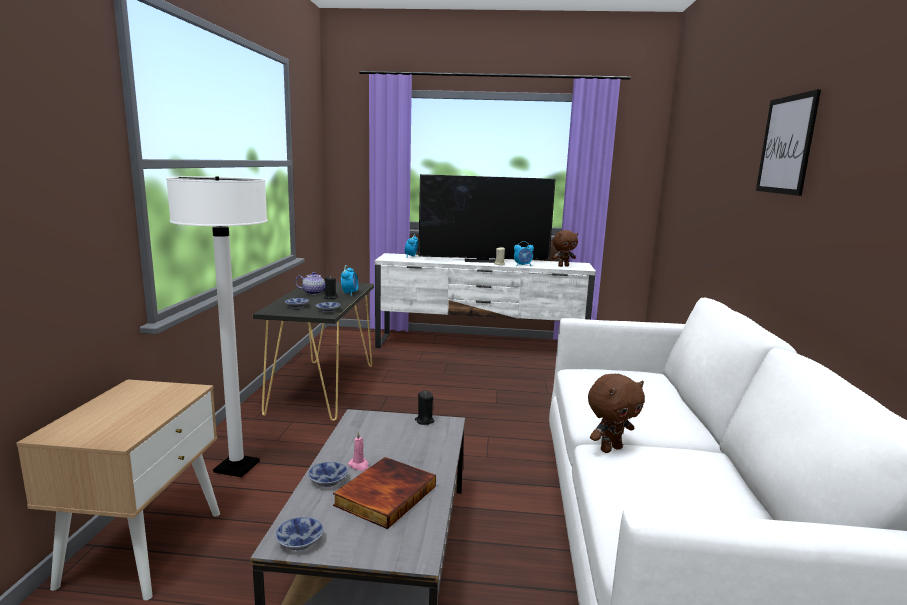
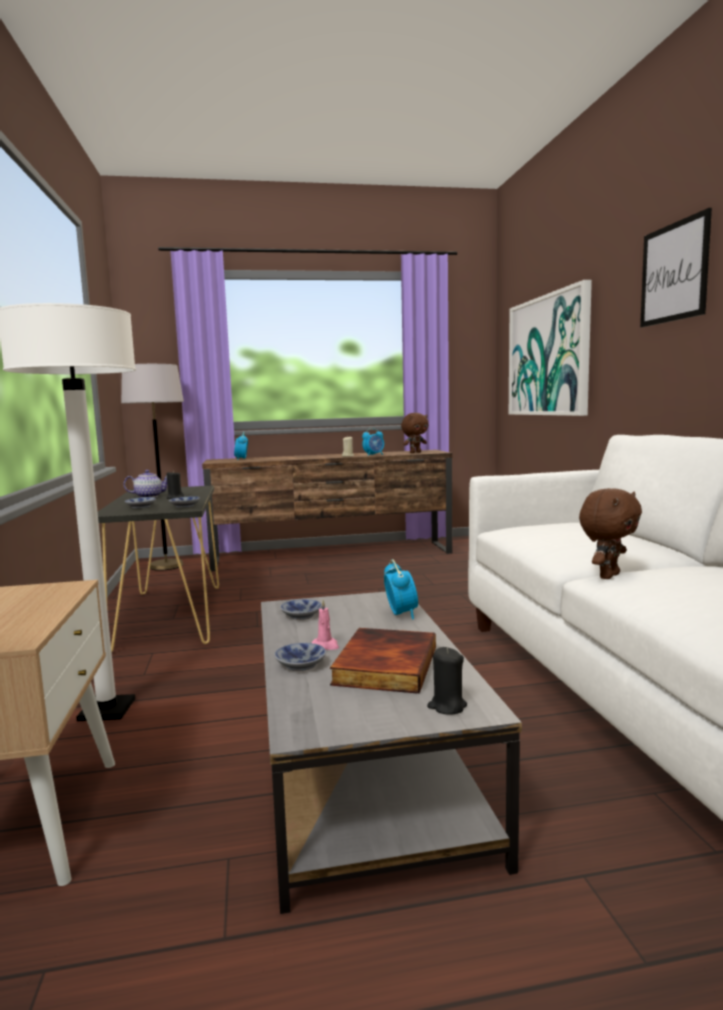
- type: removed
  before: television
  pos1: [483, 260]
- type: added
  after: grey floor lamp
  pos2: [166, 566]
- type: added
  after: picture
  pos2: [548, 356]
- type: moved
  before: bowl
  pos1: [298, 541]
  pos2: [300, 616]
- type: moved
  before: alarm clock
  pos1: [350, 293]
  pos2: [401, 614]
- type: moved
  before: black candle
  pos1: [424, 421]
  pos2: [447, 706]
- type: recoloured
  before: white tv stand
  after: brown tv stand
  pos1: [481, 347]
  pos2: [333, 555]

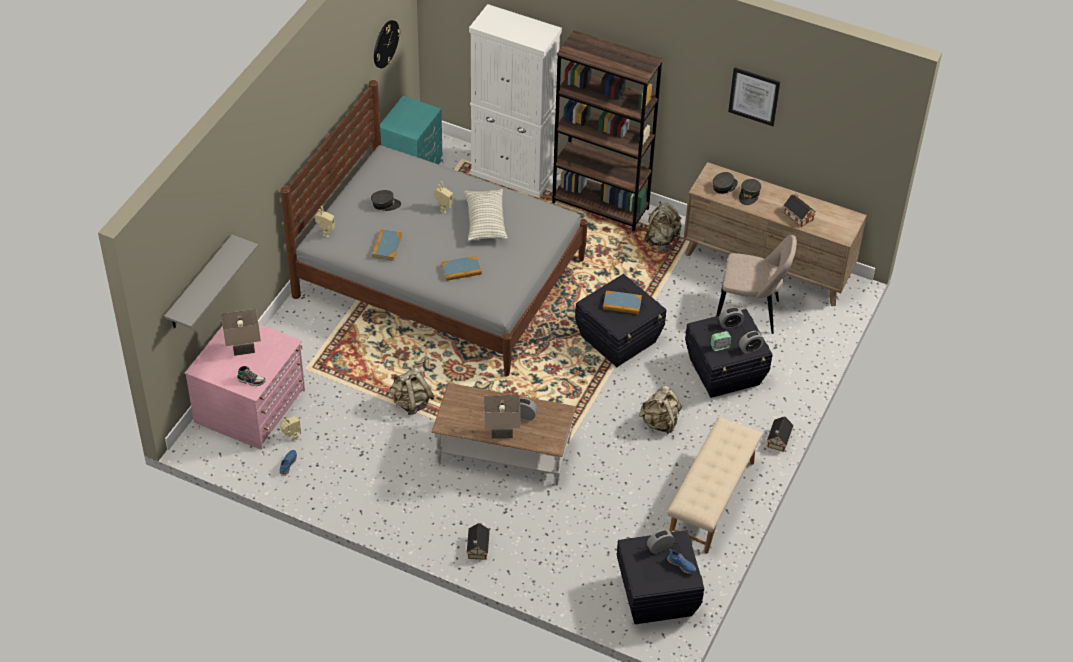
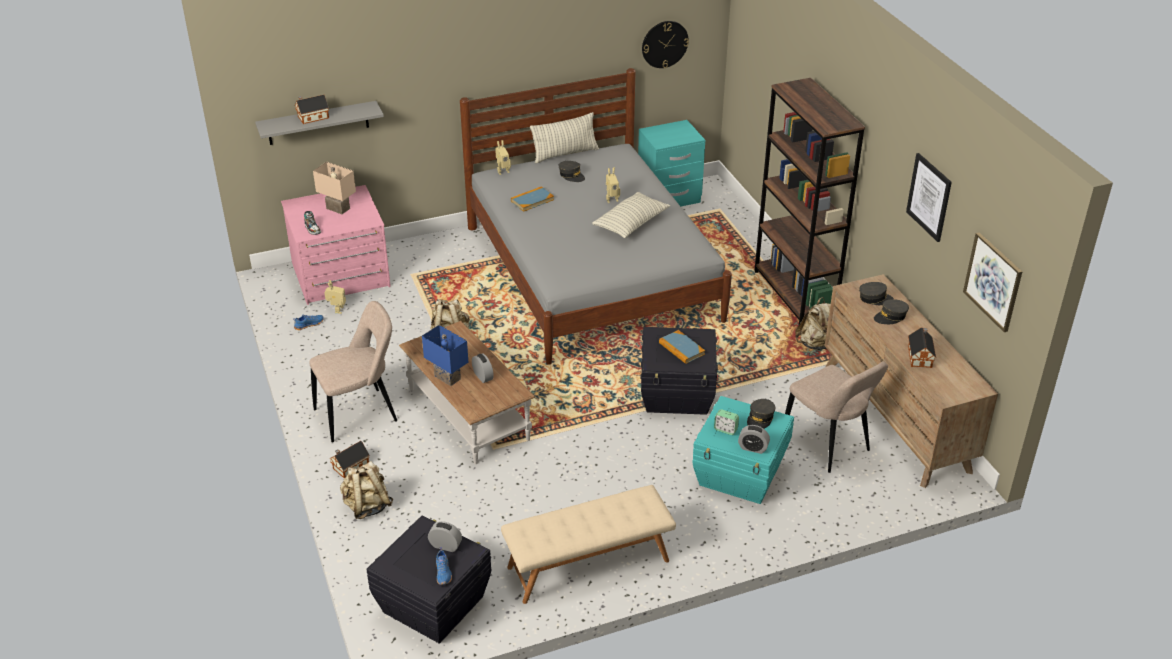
- type: removed
  before: book
  pos1: [461, 270]
- type: removed
  before: white cabinet
  pos1: [513, 175]
- type: added
  after: beige chair
  pos2: [360, 414]
- type: added
  after: pillow
  pos2: [565, 154]
- type: added
  after: picture
  pos2: [993, 281]
- type: moved
  before: beige backpack
  pos1: [659, 422]
  pos2: [367, 506]
- type: moved
  before: toy house
  pos1: [778, 440]
  pos2: [312, 117]
- type: replaced
  before: alarm clock
  after: grey cap
  pos1: [730, 324]
  pos2: [760, 419]
- type: recoloured
  before: beige table lamp
  after: blue table lamp
  pos1: [501, 434]
  pos2: [446, 378]
- type: recoloured
  before: black storage box
  after: turquoise storage box
  pos1: [725, 372]
  pos2: [740, 474]

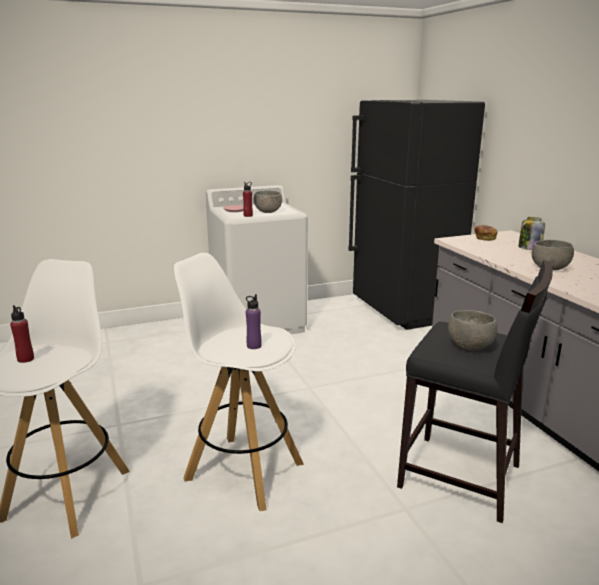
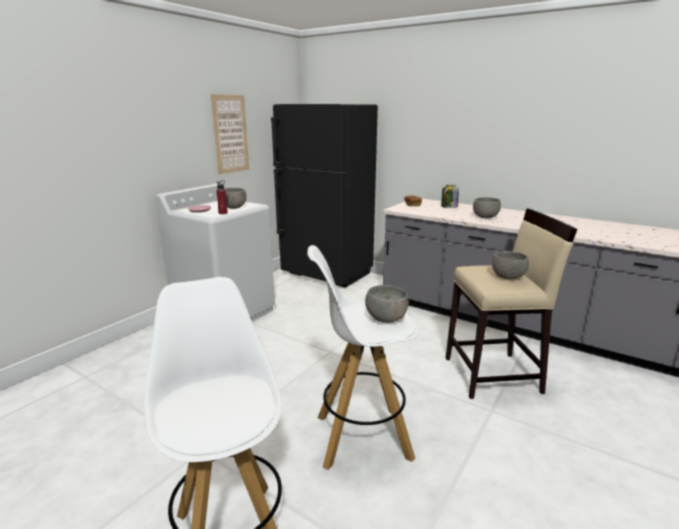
- type: removed
  before: red bottle
  pos1: [25, 359]
- type: added
  after: picture
  pos2: [230, 134]
- type: replaced
  before: purple bottle
  after: grey bowl
  pos1: [254, 346]
  pos2: [386, 319]
- type: recoloured
  before: black stool
  after: beige stool
  pos1: [461, 477]
  pos2: [493, 375]

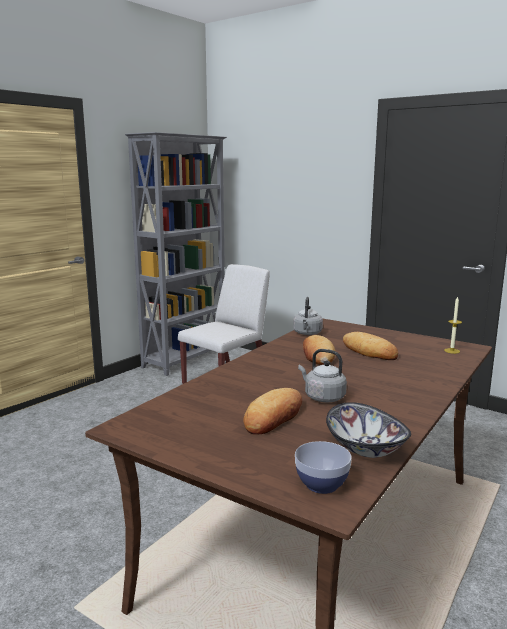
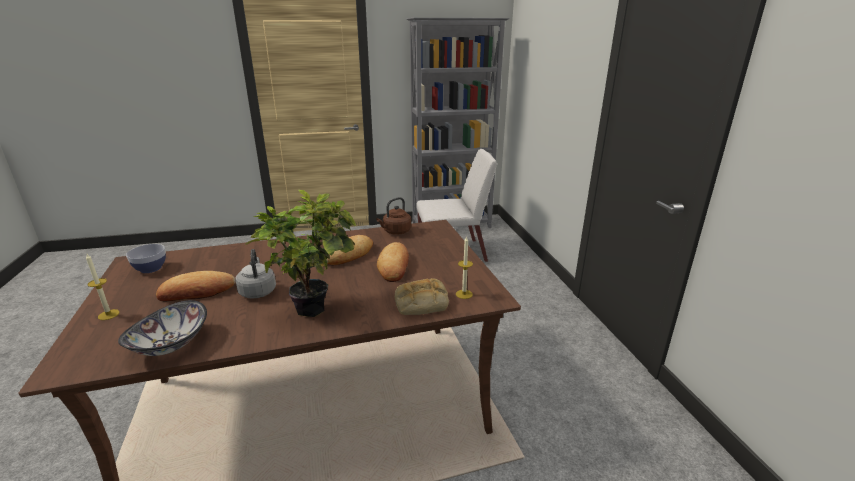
- type: added
  after: candle
  pos2: [108, 314]
- type: added
  after: potted plant
  pos2: [314, 306]
- type: added
  after: bread
  pos2: [420, 303]
- type: moved
  before: bowl
  pos1: [321, 484]
  pos2: [151, 268]
- type: recoloured
  before: grey kettle
  after: brown kettle
  pos1: [307, 333]
  pos2: [395, 232]

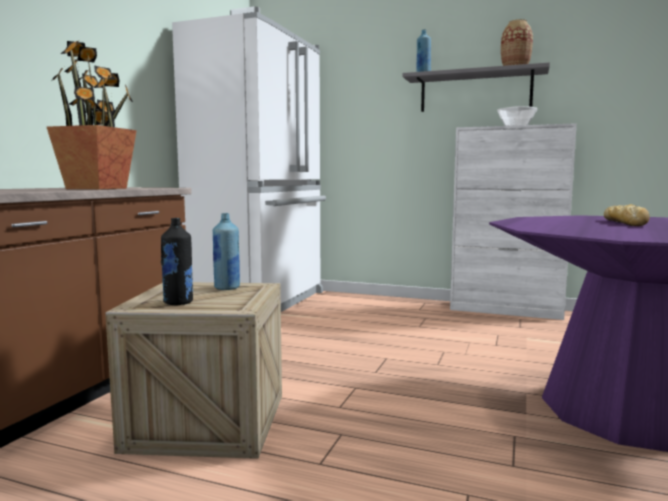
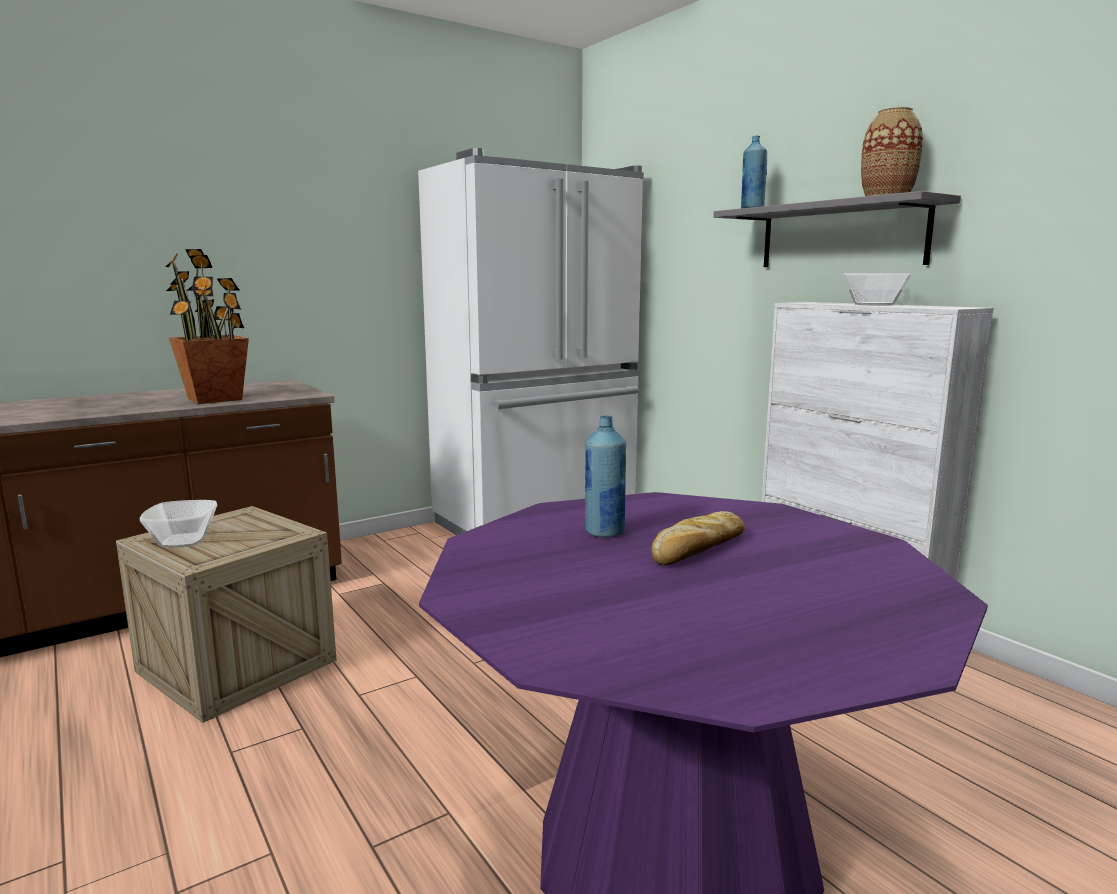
- type: moved
  before: blue bottle
  pos1: [227, 288]
  pos2: [604, 532]
- type: replaced
  before: black bottle
  after: bowl
  pos1: [178, 302]
  pos2: [182, 541]

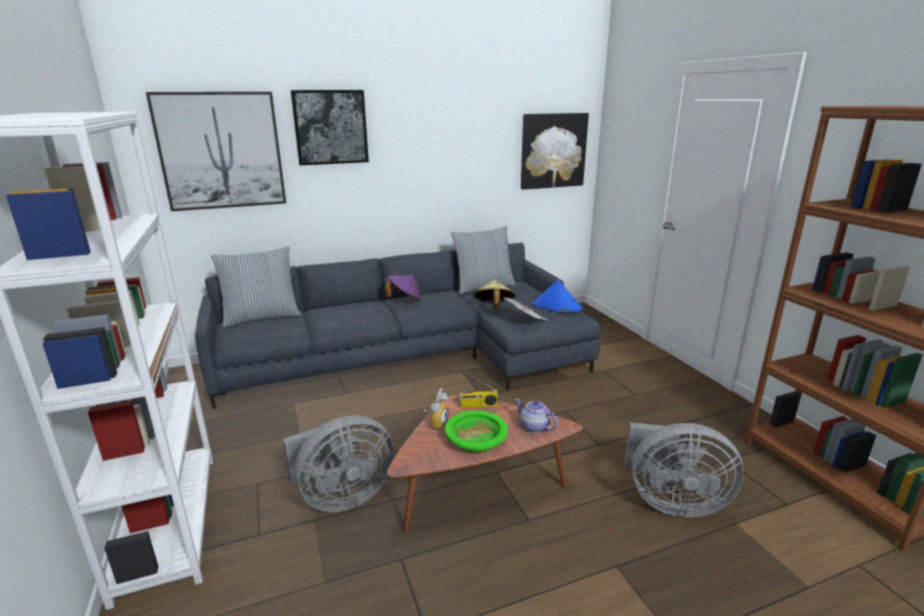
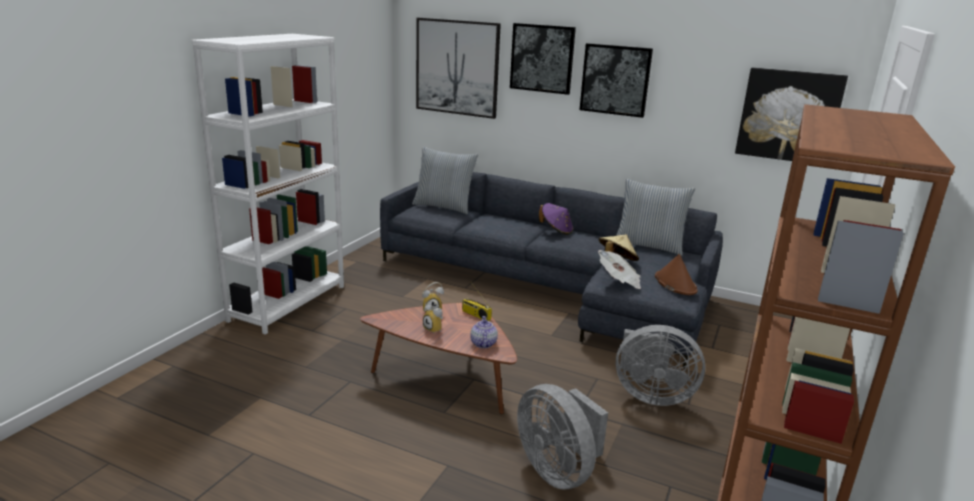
- type: added
  after: picture
  pos2: [615, 80]
- type: moved
  before: grey fan
  pos1: [342, 497]
  pos2: [650, 395]
- type: replaced
  before: green bowl
  after: alarm clock
  pos1: [476, 440]
  pos2: [435, 329]
- type: recoloured
  before: blue hat
  after: brown hat
  pos1: [556, 306]
  pos2: [675, 283]

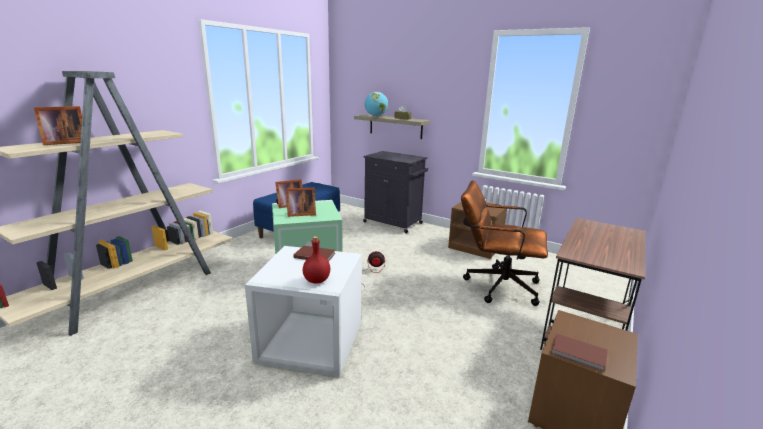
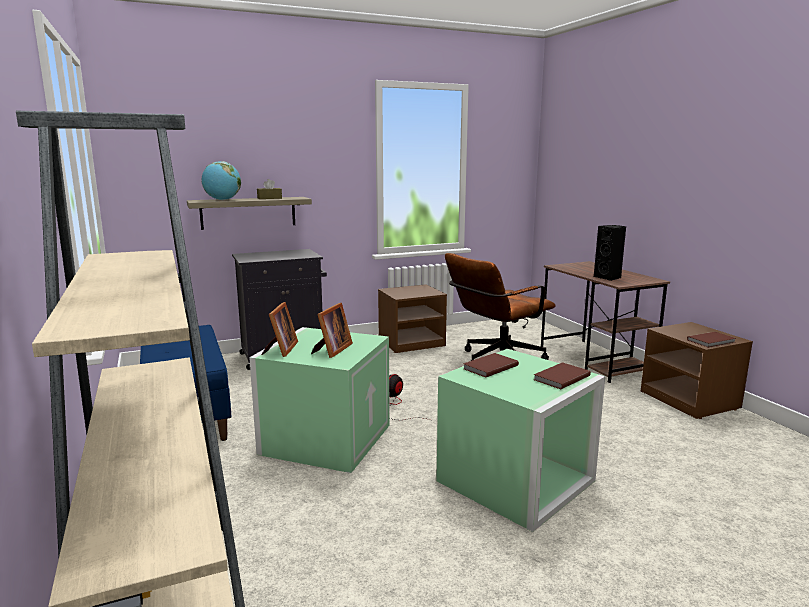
- type: removed
  before: picture frame
  pos1: [64, 143]
- type: added
  after: black speaker
  pos2: [608, 277]
- type: replaced
  before: red bottle
  after: brown book
  pos1: [316, 280]
  pos2: [560, 378]
- type: recoloured
  before: white storage box
  after: green storage box
  pos1: [309, 342]
  pos2: [516, 482]

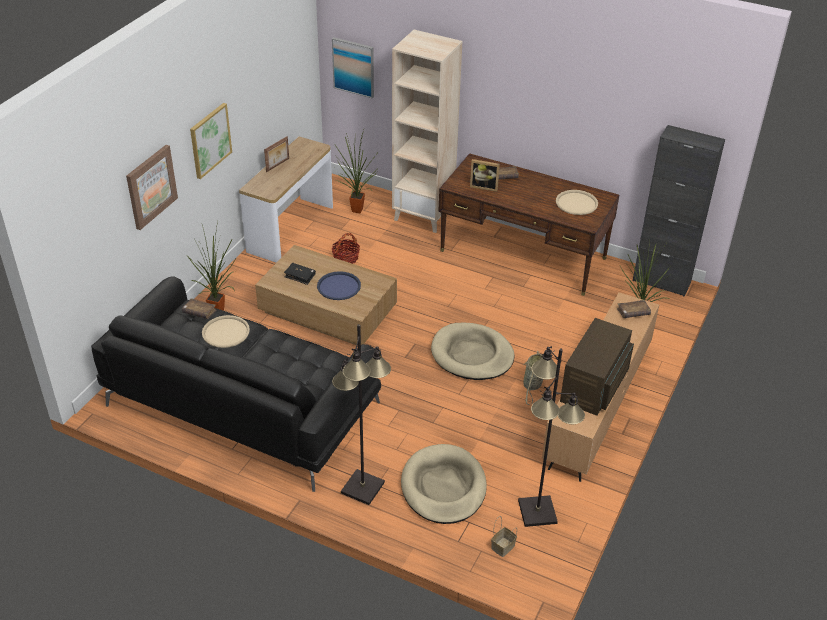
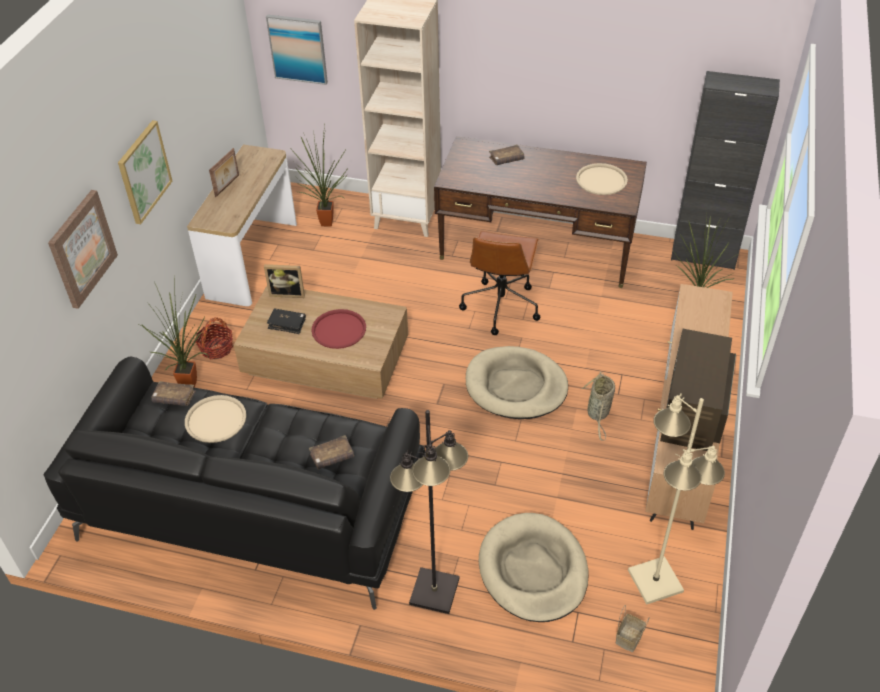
- type: added
  after: brown office chair
  pos2: [500, 305]
- type: moved
  before: basket
  pos1: [346, 258]
  pos2: [216, 348]
- type: moved
  before: picture frame
  pos1: [484, 186]
  pos2: [287, 293]
- type: moved
  before: brown book
  pos1: [633, 313]
  pos2: [332, 456]
- type: recoloured
  before: blue tray
  after: red tray
  pos1: [339, 286]
  pos2: [339, 329]
- type: recoloured
  before: black floor lamp
  after: beige floor lamp
  pos1: [537, 511]
  pos2: [655, 580]

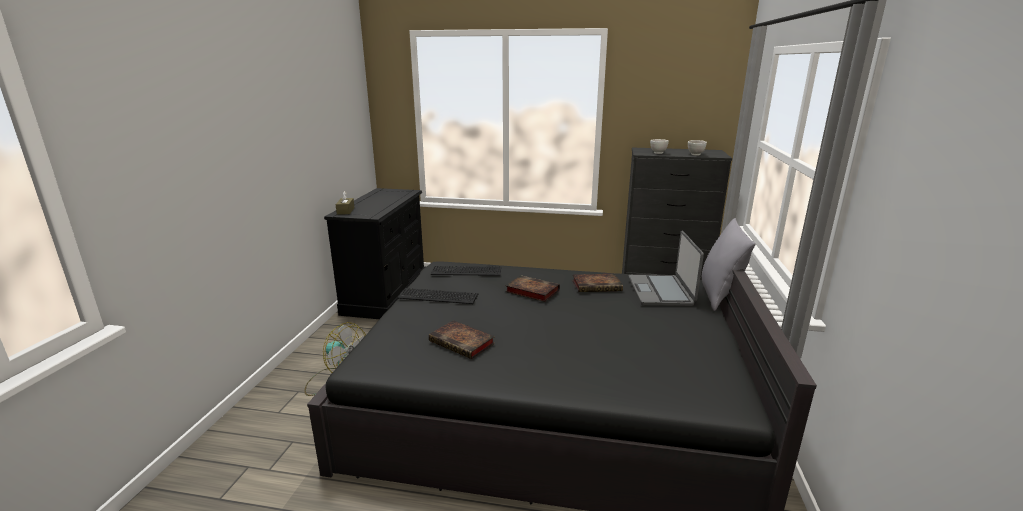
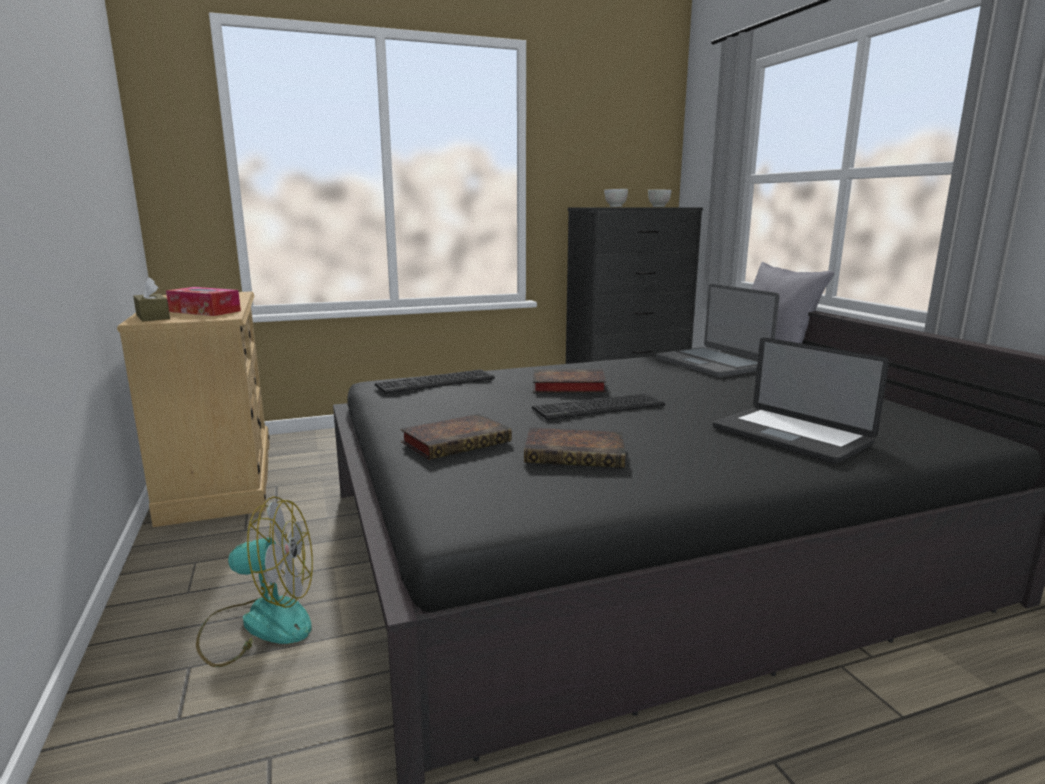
- type: added
  after: tissue box
  pos2: [205, 311]
- type: added
  after: laptop
  pos2: [790, 436]
- type: moved
  before: keyboard
  pos1: [439, 297]
  pos2: [601, 407]
- type: moved
  before: book
  pos1: [597, 285]
  pos2: [458, 442]
- type: recoloured
  before: black dresser
  after: beige dresser
  pos1: [386, 294]
  pos2: [220, 478]

